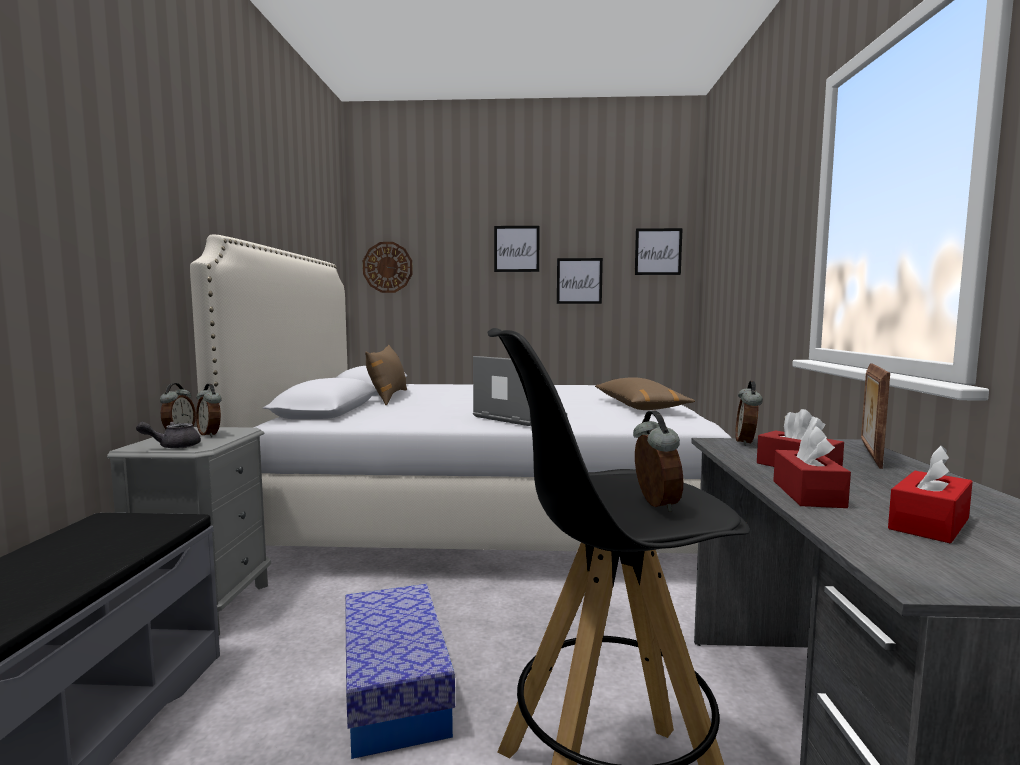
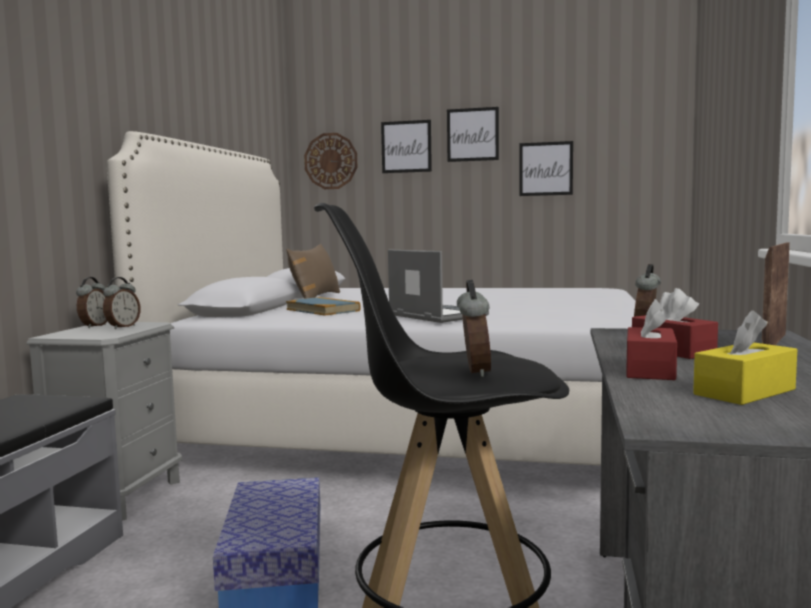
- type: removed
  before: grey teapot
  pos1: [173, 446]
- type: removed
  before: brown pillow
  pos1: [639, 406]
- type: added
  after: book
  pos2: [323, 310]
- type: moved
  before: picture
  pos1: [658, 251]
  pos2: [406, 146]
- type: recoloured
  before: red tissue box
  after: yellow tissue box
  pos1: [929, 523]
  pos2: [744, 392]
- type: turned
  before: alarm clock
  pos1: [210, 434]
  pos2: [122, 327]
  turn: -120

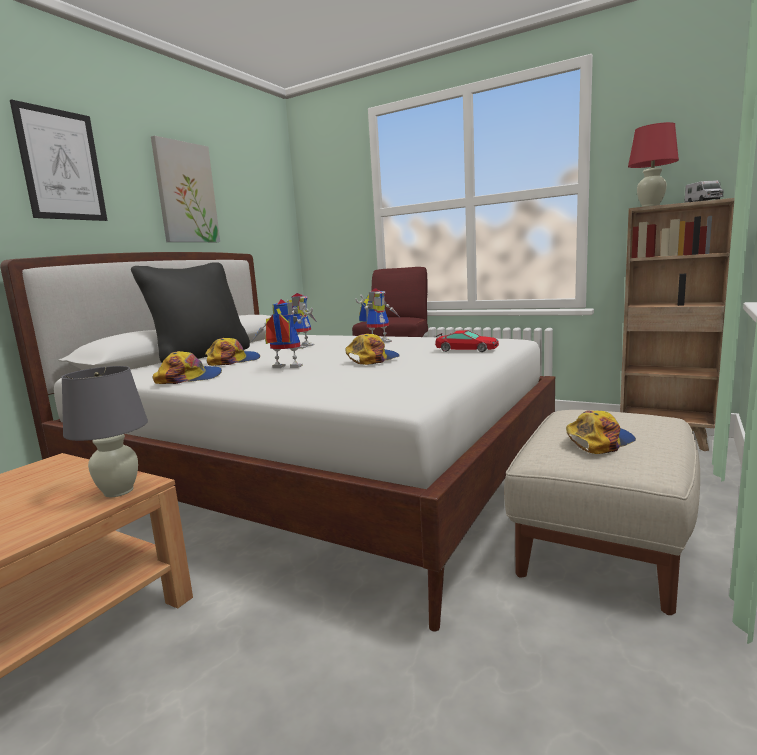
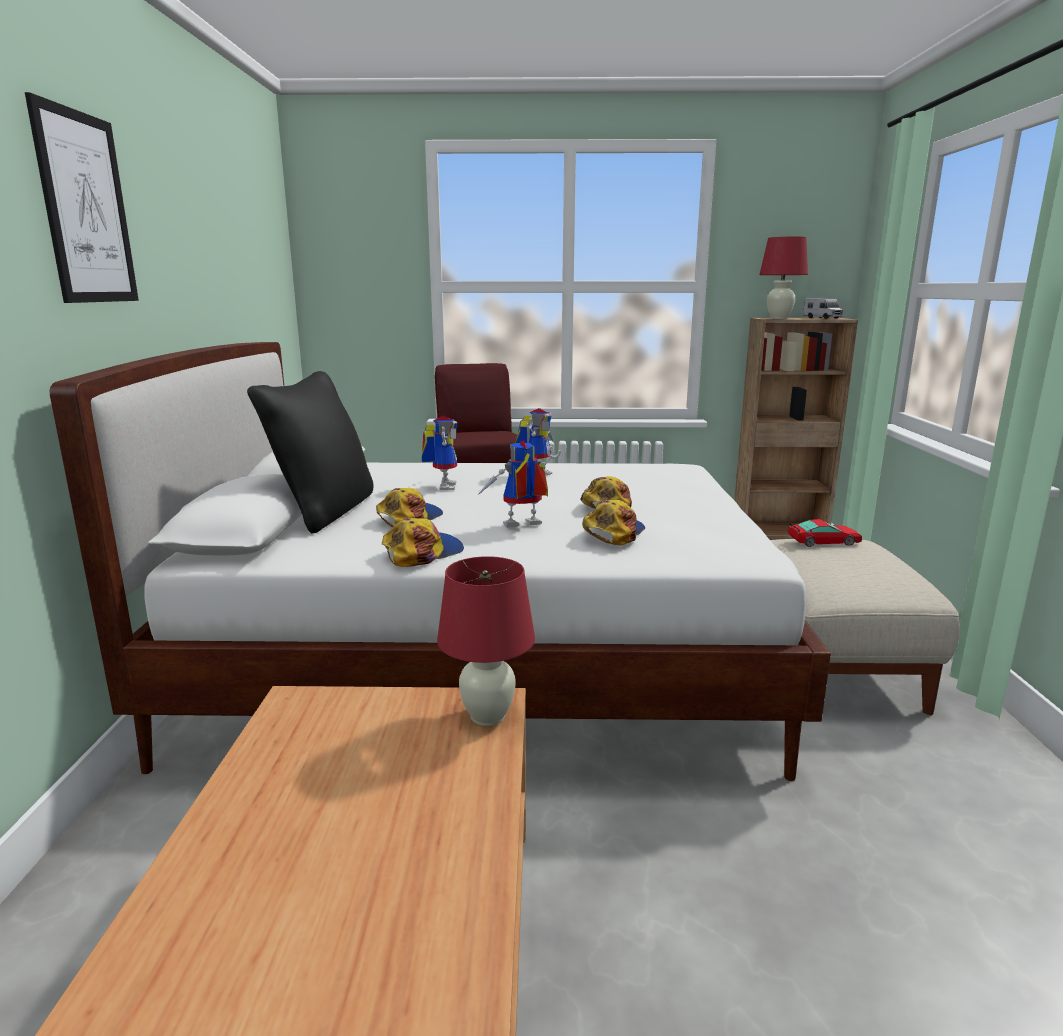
- type: removed
  before: picture
  pos1: [185, 193]
- type: moved
  before: toy car
  pos1: [466, 349]
  pos2: [823, 541]
- type: moved
  before: cap
  pos1: [599, 441]
  pos2: [613, 532]
- type: recoloured
  before: grey table lamp
  after: red table lamp
  pos1: [119, 491]
  pos2: [488, 716]

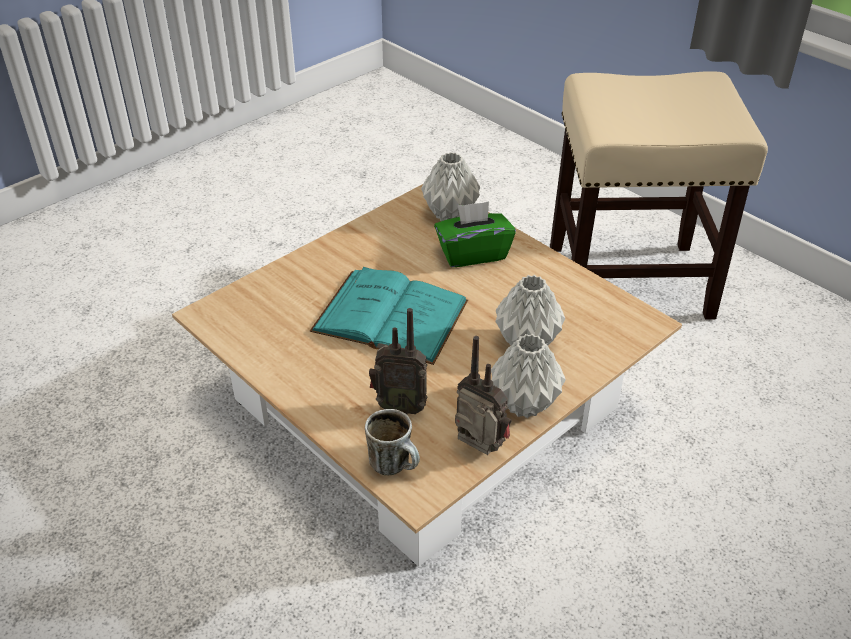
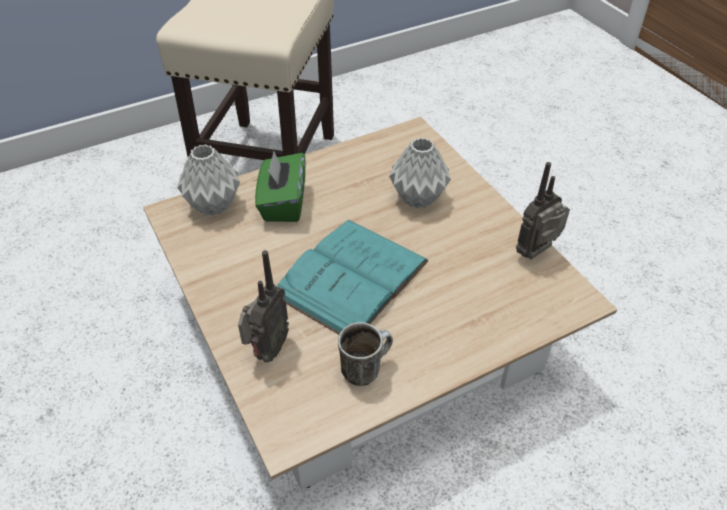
- type: removed
  before: grey vase
  pos1: [523, 404]
- type: moved
  before: mug
  pos1: [396, 466]
  pos2: [365, 368]
- type: moved
  before: radio
  pos1: [400, 407]
  pos2: [267, 351]

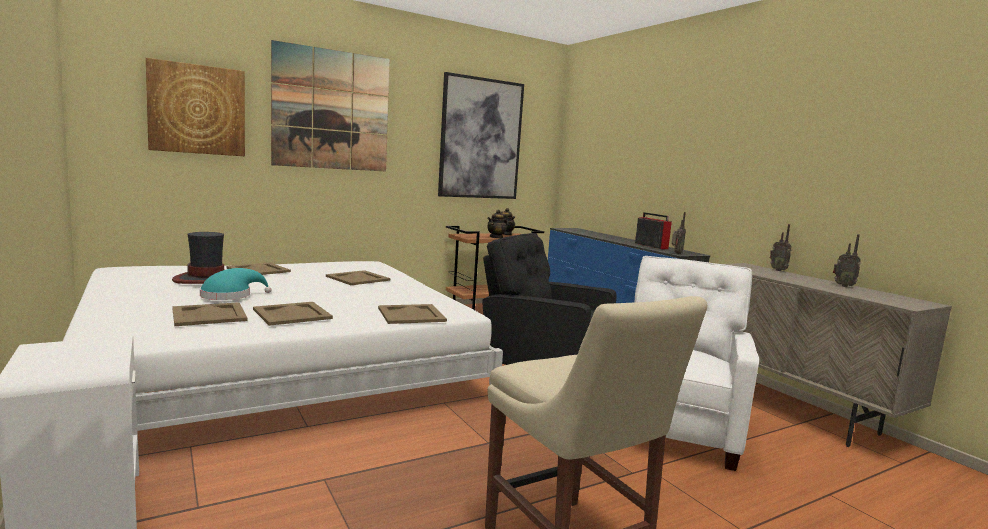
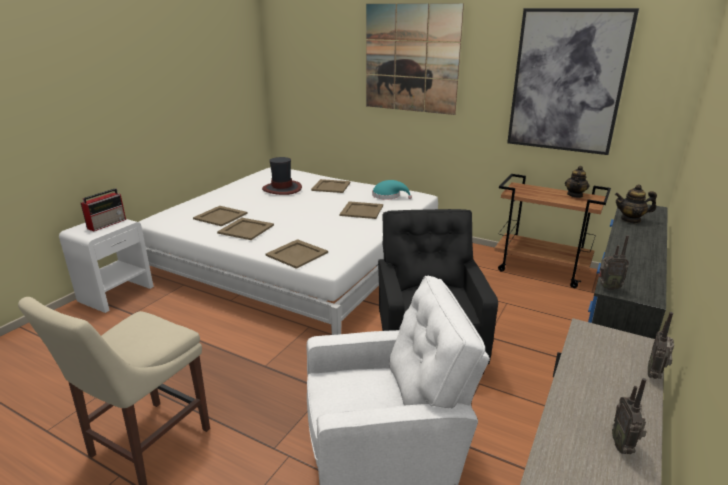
- type: removed
  before: picture
  pos1: [197, 109]
- type: moved
  before: turquoise hat
  pos1: [230, 296]
  pos2: [388, 196]
- type: moved
  before: teapot
  pos1: [496, 237]
  pos2: [630, 220]
- type: moved
  before: radio
  pos1: [650, 246]
  pos2: [107, 223]

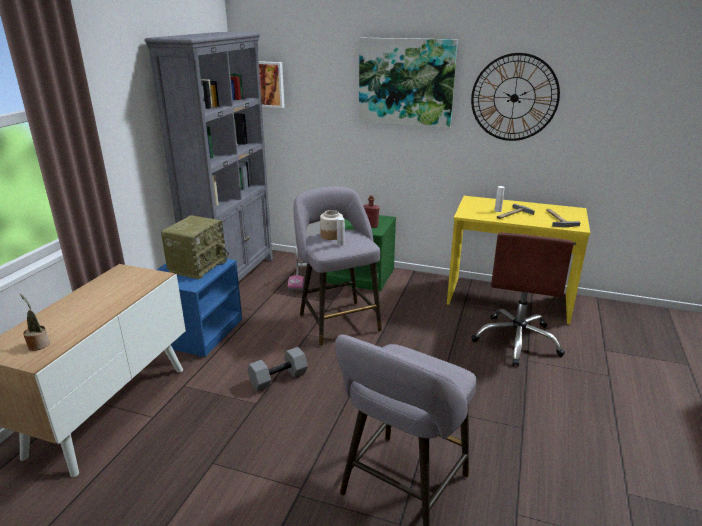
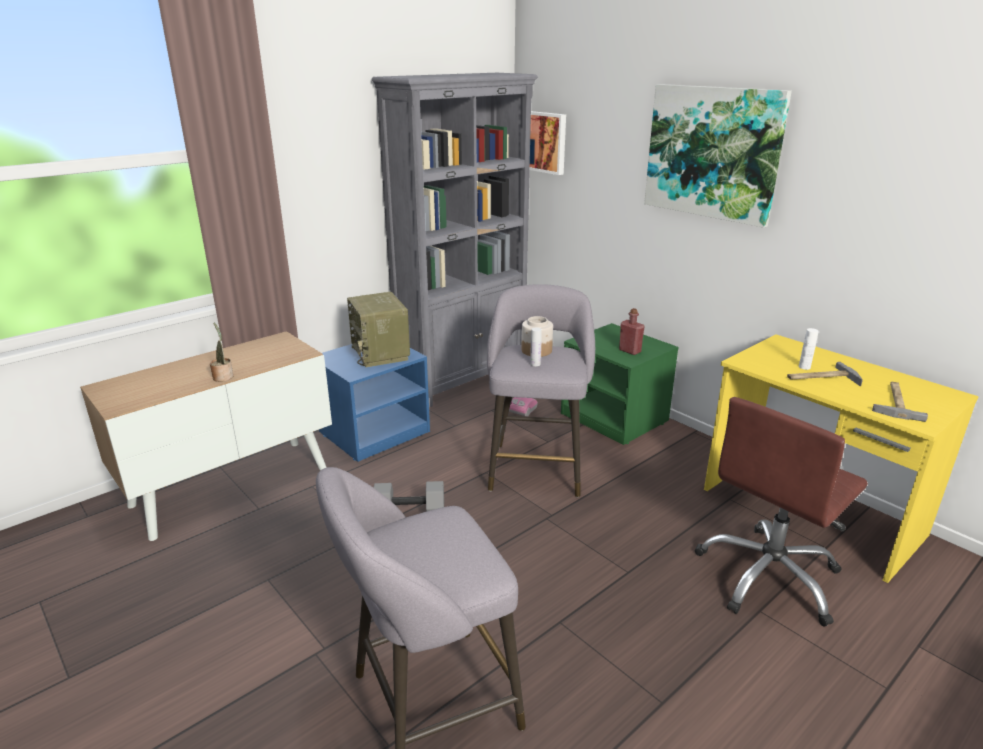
- type: removed
  before: wall clock
  pos1: [514, 98]
- type: moved
  before: potted plant
  pos1: [38, 344]
  pos2: [223, 376]
- type: turned
  before: radio
  pos1: [198, 266]
  pos2: [381, 353]
  turn: 105

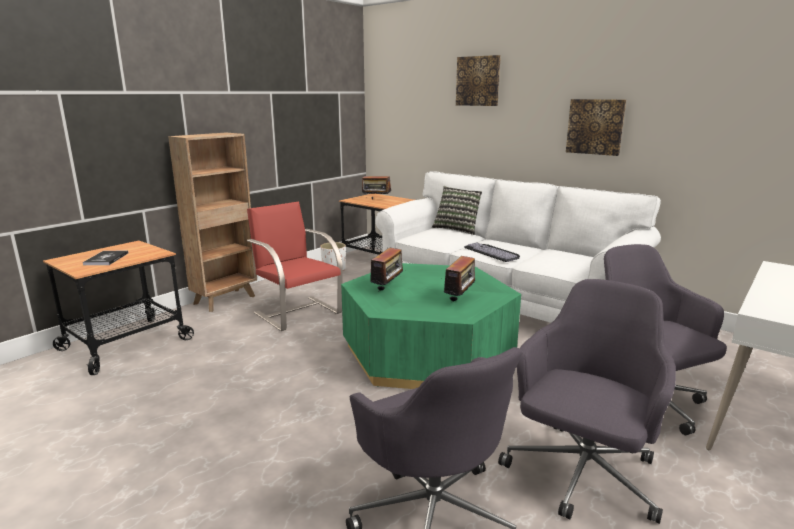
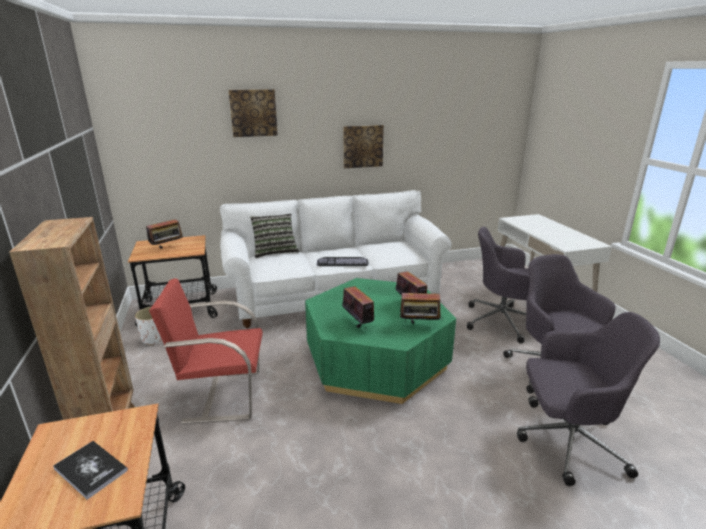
- type: added
  after: radio
  pos2: [419, 325]

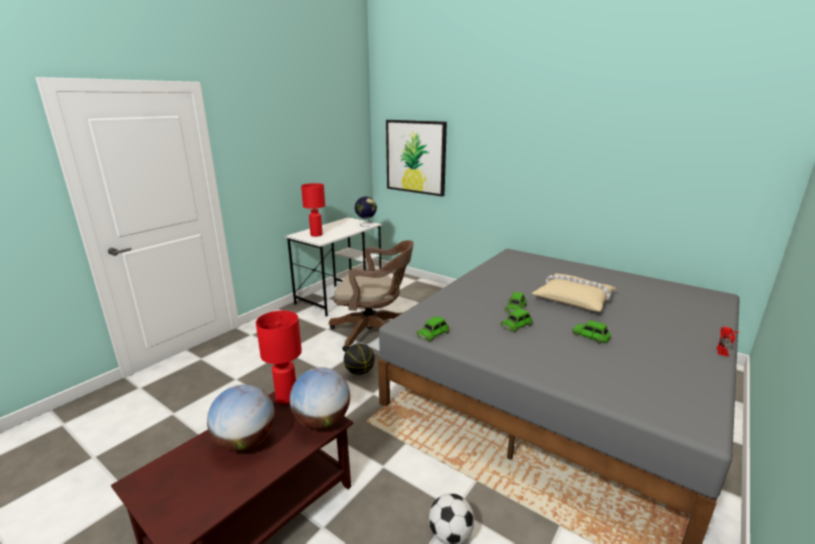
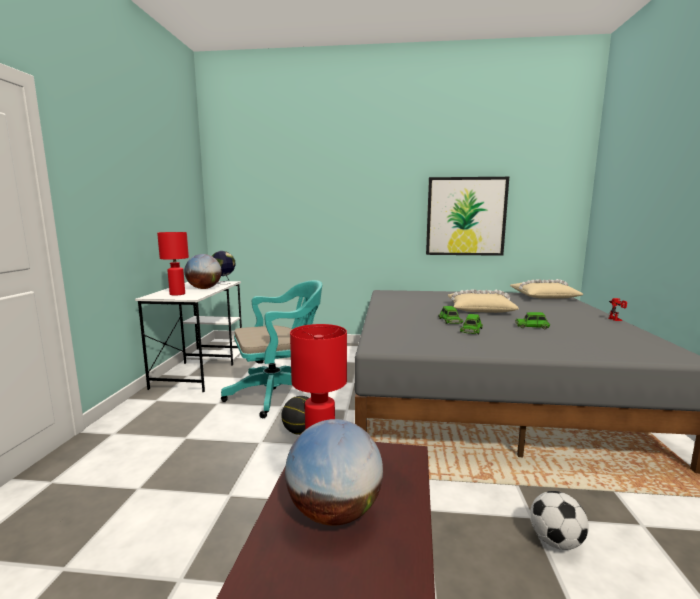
- type: removed
  before: green toy car
  pos1: [433, 334]
- type: added
  after: beige pillow
  pos2: [543, 296]
- type: moved
  before: globe
  pos1: [322, 421]
  pos2: [204, 288]
- type: moved
  before: picture
  pos1: [415, 157]
  pos2: [466, 216]
- type: recoloured
  before: brown office chair
  after: turquoise office chair
  pos1: [374, 333]
  pos2: [278, 394]

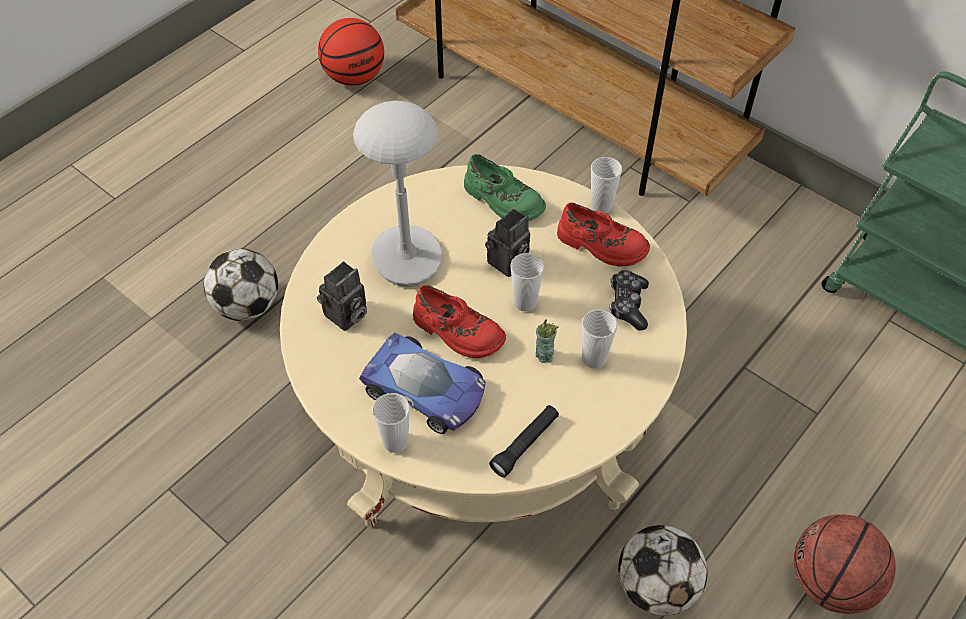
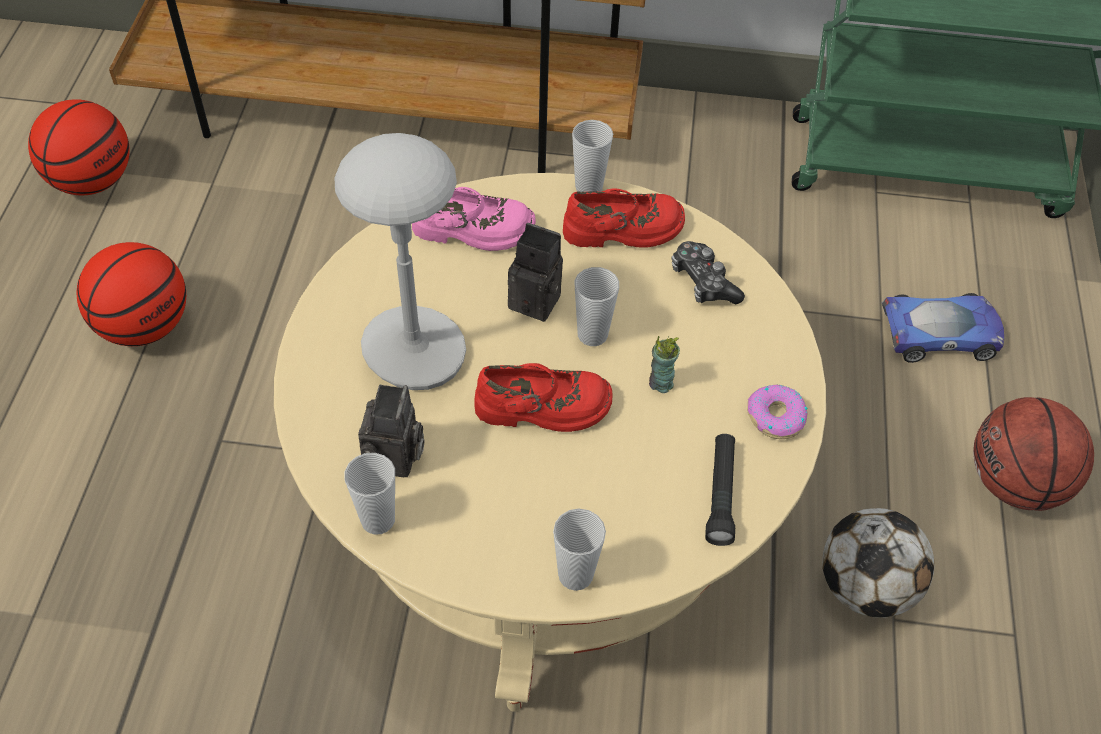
- type: removed
  before: football
  pos1: [247, 306]
- type: added
  after: basketball
  pos2: [144, 326]
- type: added
  after: donut
  pos2: [775, 417]
- type: moved
  before: toy car
  pos1: [426, 390]
  pos2: [940, 334]
- type: moved
  before: cup
  pos1: [594, 359]
  pos2: [378, 520]
- type: recoloured
  before: green shoe
  after: pink shoe
  pos1: [502, 200]
  pos2: [473, 230]
- type: turned
  before: photo camera
  pos1: [508, 264]
  pos2: [538, 300]
  turn: -75

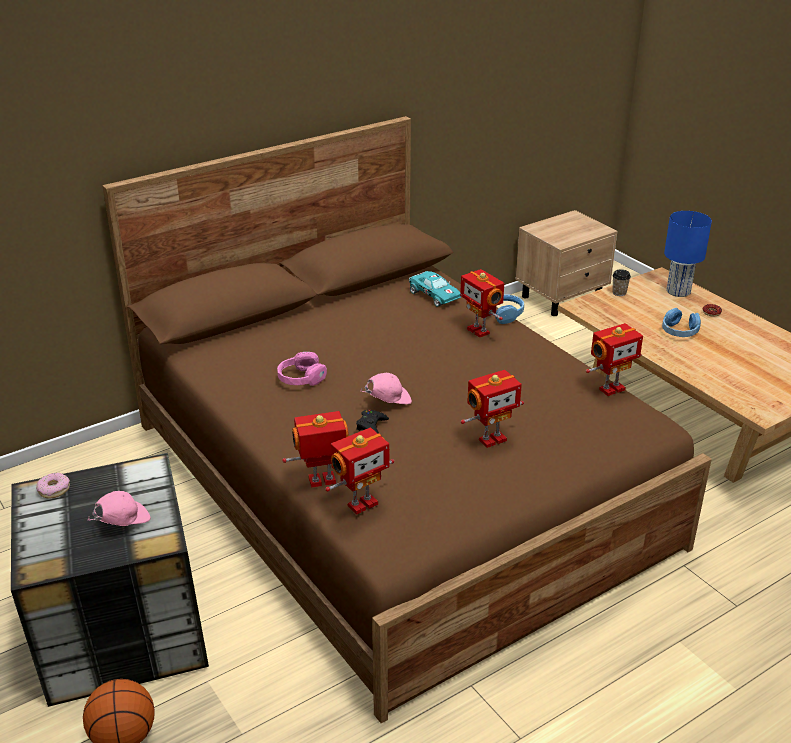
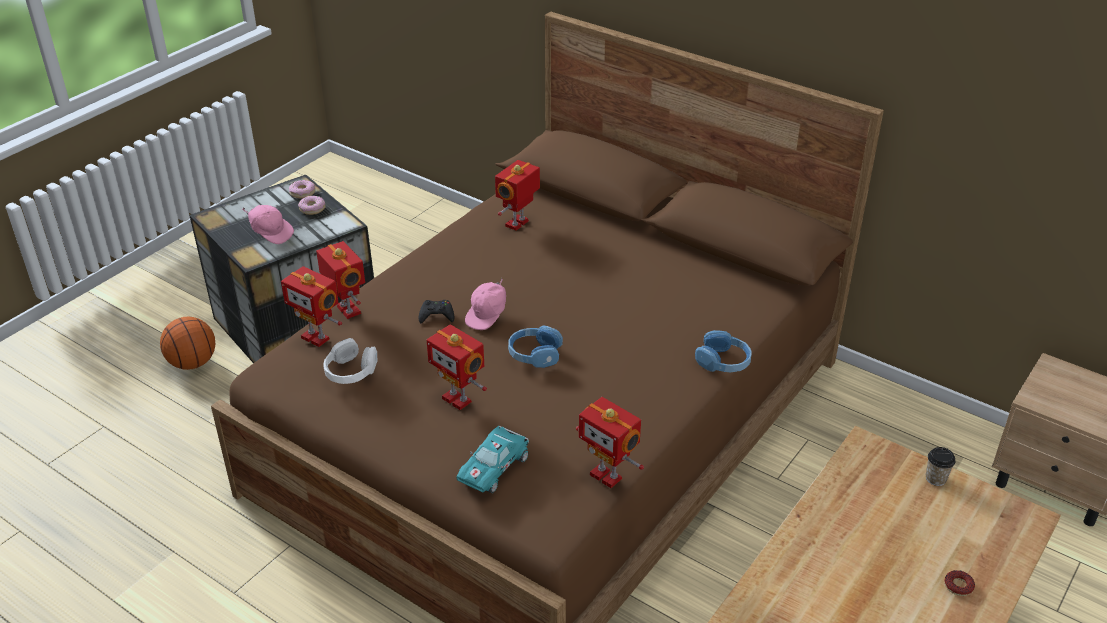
- type: removed
  before: pink headphones
  pos1: [301, 378]
- type: removed
  before: blue table lamp
  pos1: [677, 291]
- type: added
  after: donut
  pos2: [312, 209]
- type: added
  after: white headphones
  pos2: [351, 371]
- type: moved
  before: turquoise toy car
  pos1: [433, 295]
  pos2: [494, 466]
- type: moved
  before: toy robot
  pos1: [479, 331]
  pos2: [518, 224]
- type: moved
  before: blue headphones
  pos1: [679, 331]
  pos2: [534, 354]
- type: turned
  before: pink cap
  pos1: [387, 401]
  pos2: [488, 316]
  turn: 75

